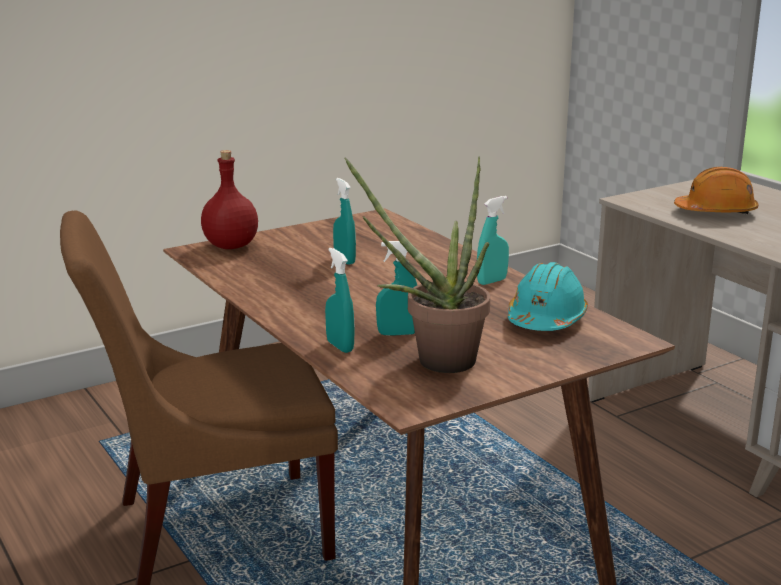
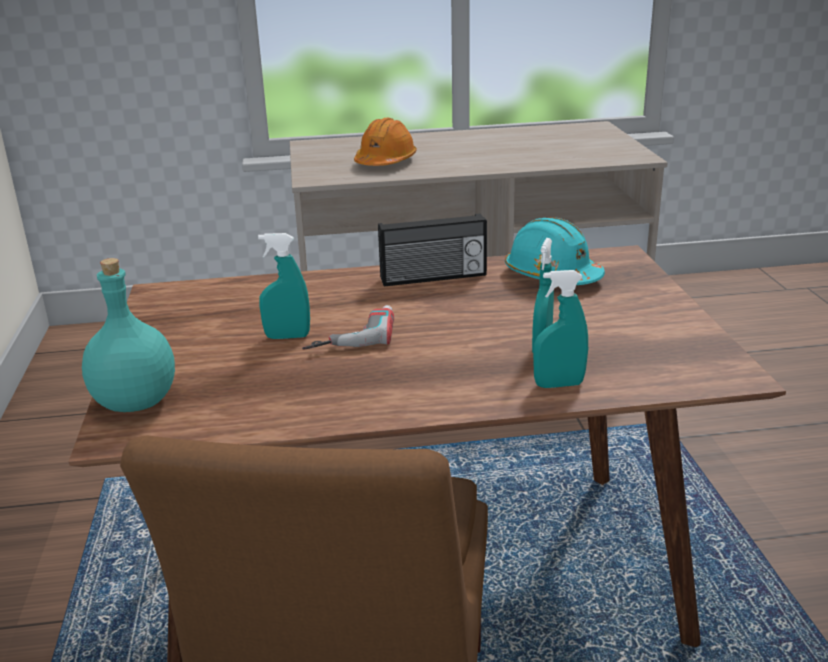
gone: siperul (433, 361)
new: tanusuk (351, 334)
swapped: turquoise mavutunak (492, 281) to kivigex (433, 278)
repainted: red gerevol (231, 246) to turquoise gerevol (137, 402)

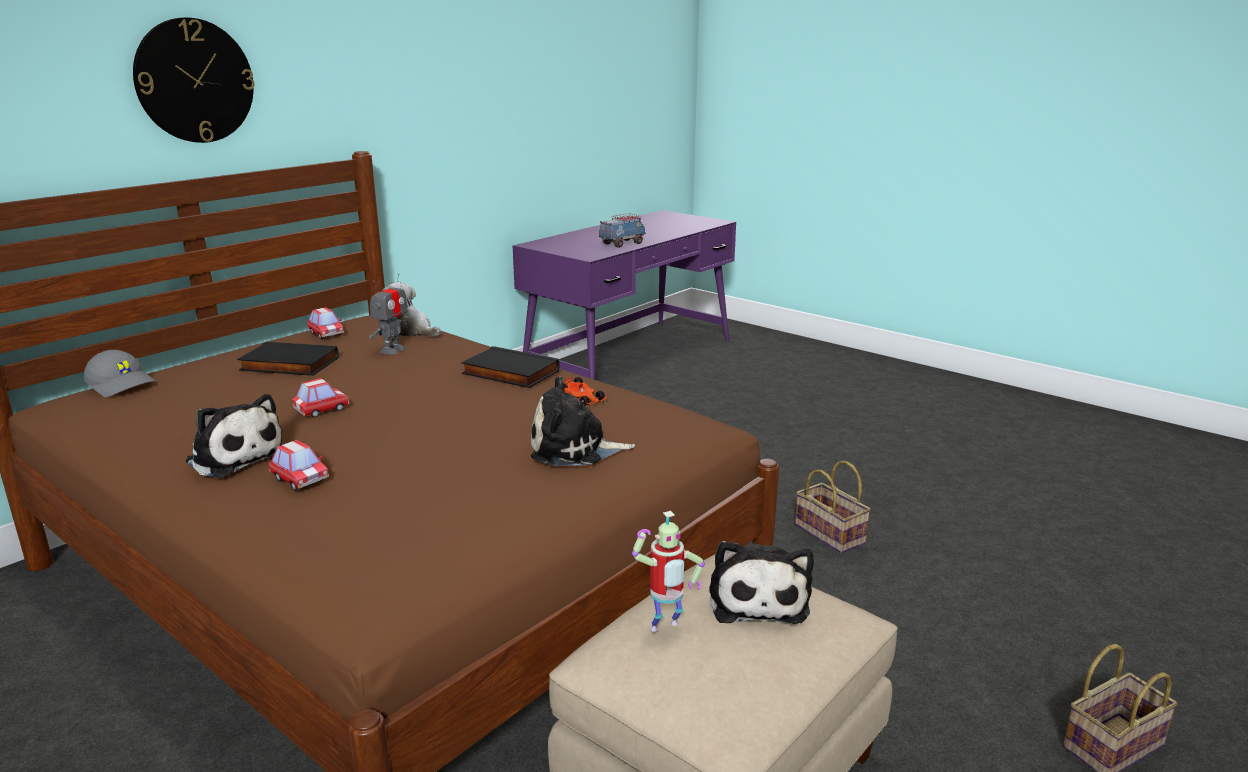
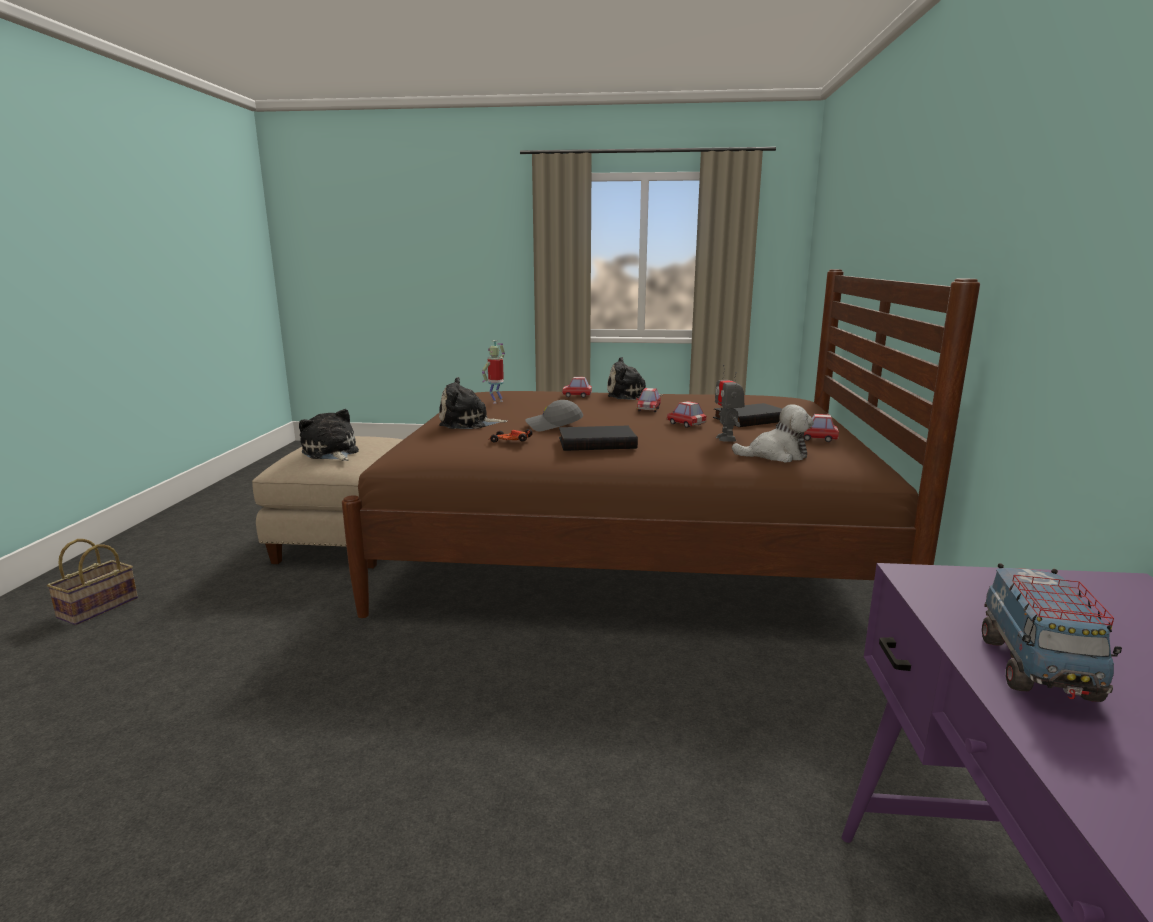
gone: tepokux (194, 81); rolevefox (831, 534)
new: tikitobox (686, 424)
shifted: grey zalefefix (122, 384) to (554, 426); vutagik (665, 629) to (496, 402)
rotated: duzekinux (574, 449) = (468, 423) 150 degrees counterclockwise

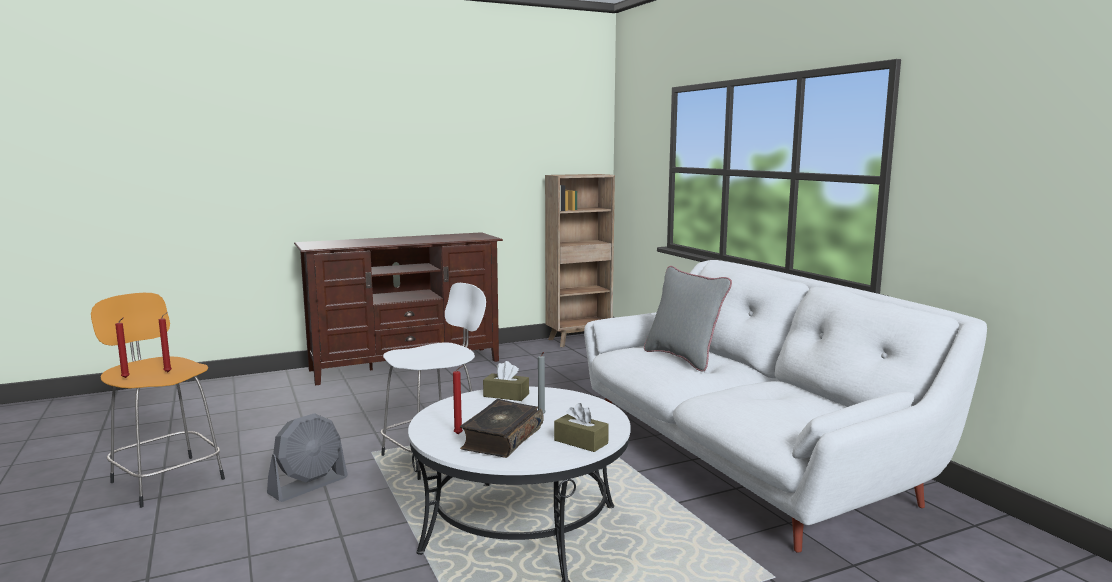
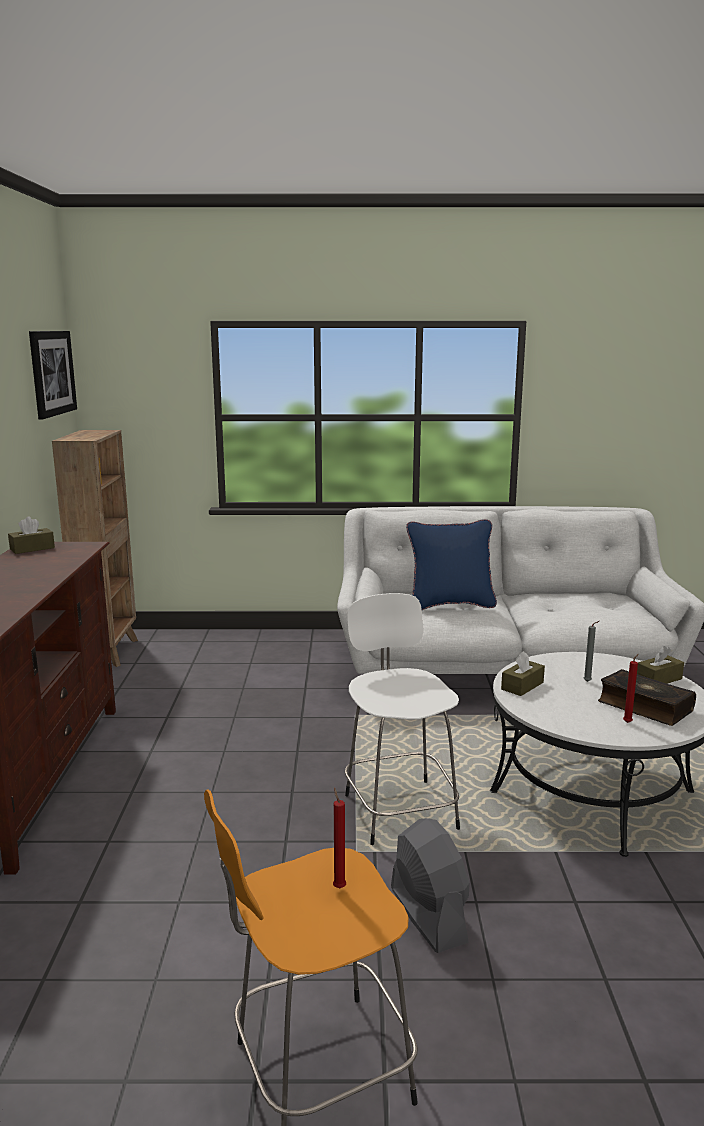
gone: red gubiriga (126, 378)
new: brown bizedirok (32, 548); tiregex (51, 373)
repainted: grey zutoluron (683, 358) to blue zutoluron (450, 605)

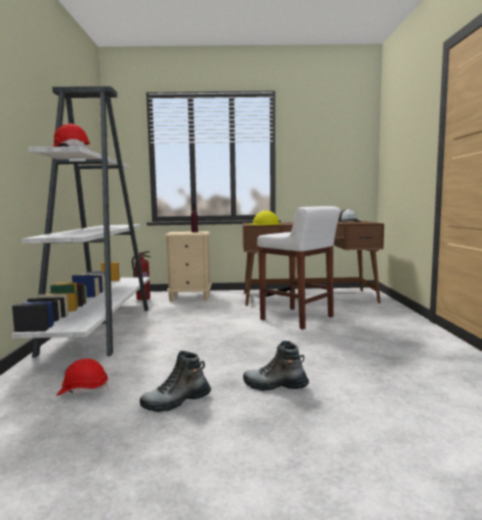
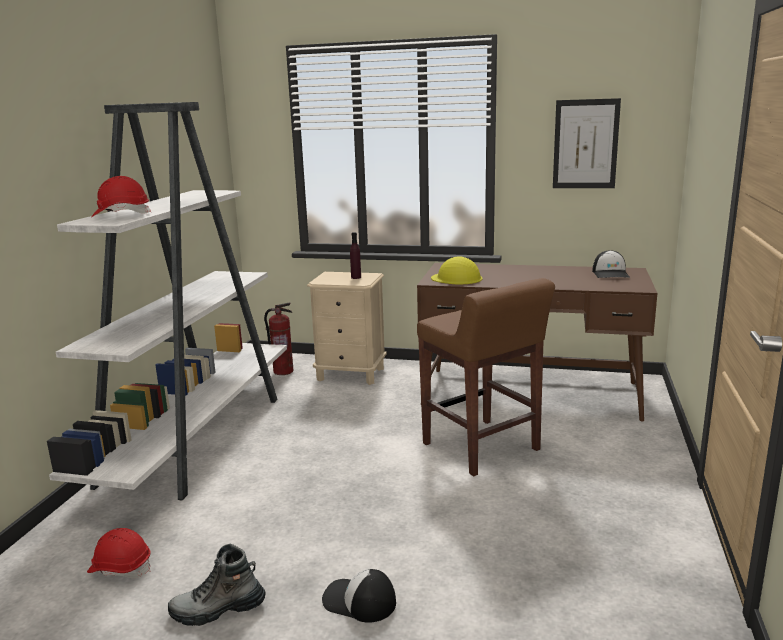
new: tiregex (585, 144)
swapped: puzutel (275, 386) to zalefefix (359, 601)
repainted: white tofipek (298, 318) to brown tofipek (481, 448)

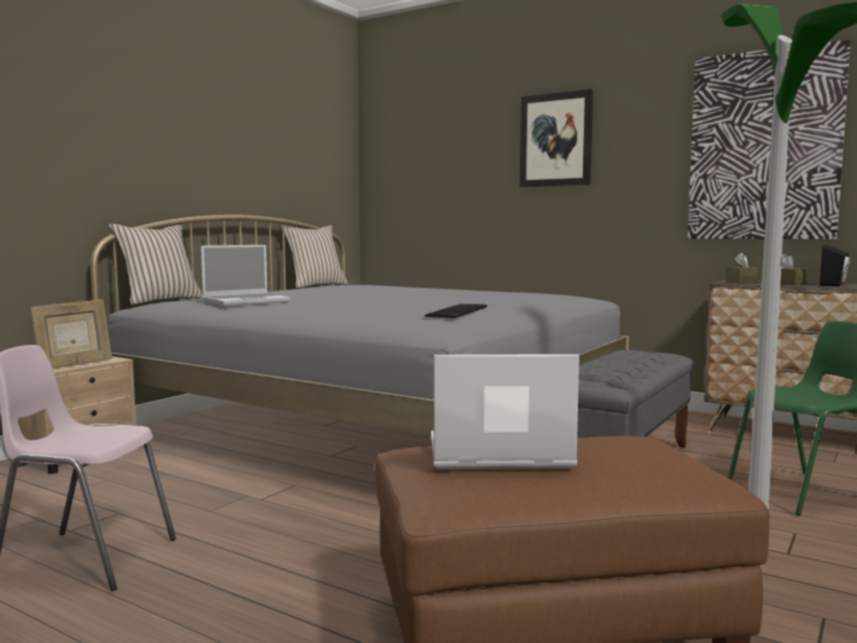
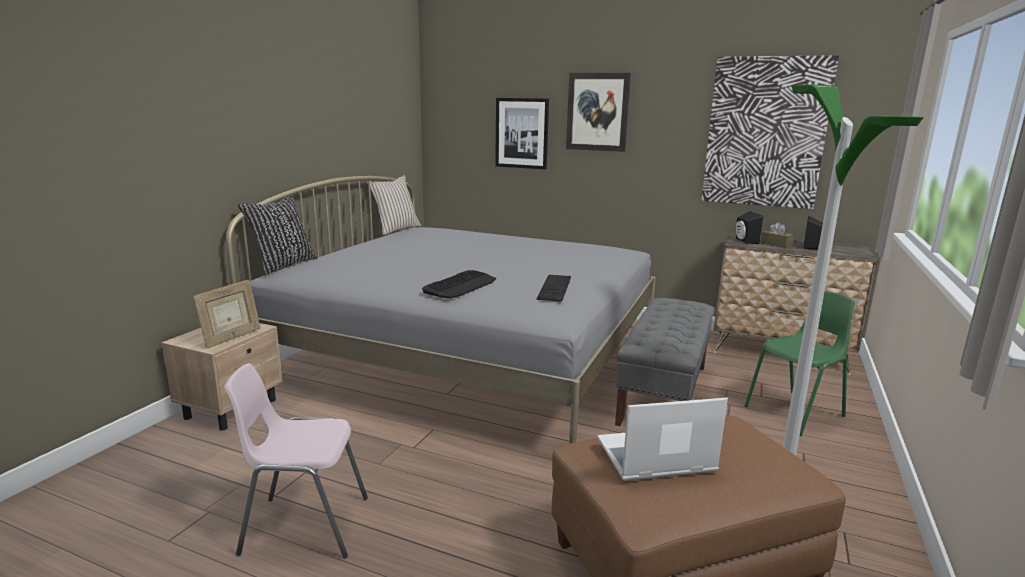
gone: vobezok (246, 302)
new: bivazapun (461, 285); tiregex (522, 133)
swapped: brown bizedirok (741, 282) to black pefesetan (744, 241)
repainted: beige zutoluron (159, 301) to black zutoluron (283, 265)

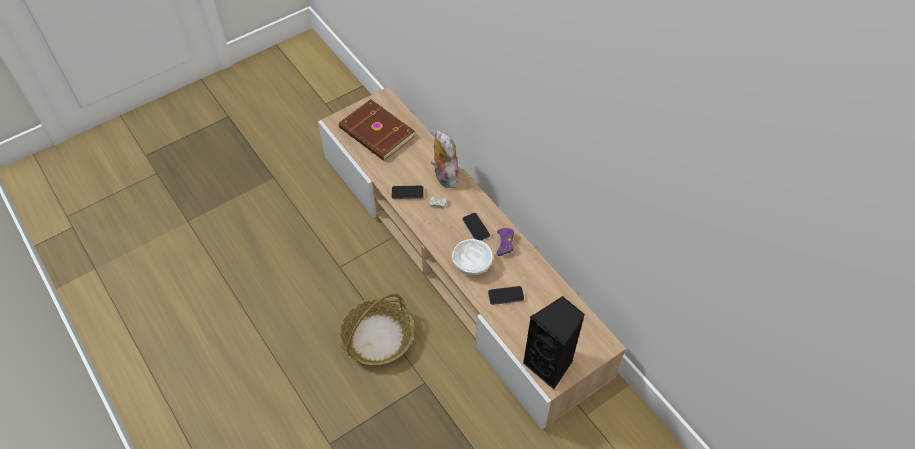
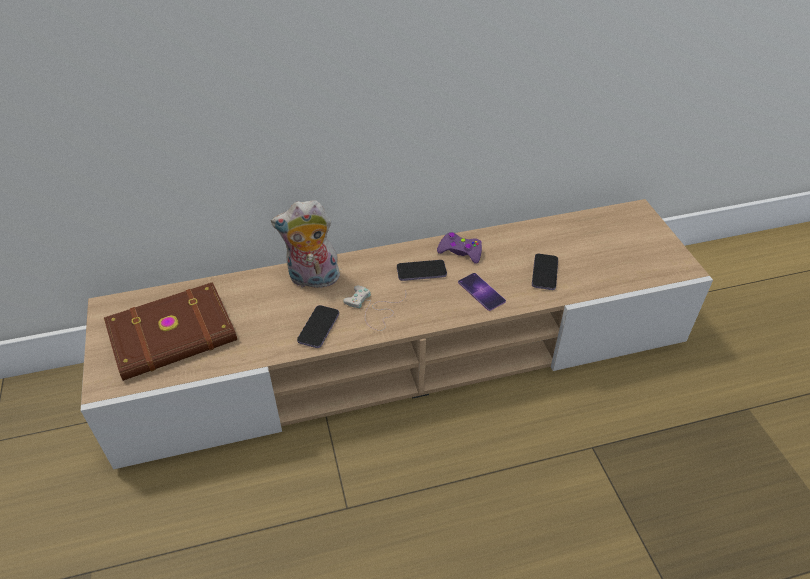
gone: rolevefox (377, 337); black pefesetan (550, 365)
swapped: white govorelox (472, 264) to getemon (481, 292)

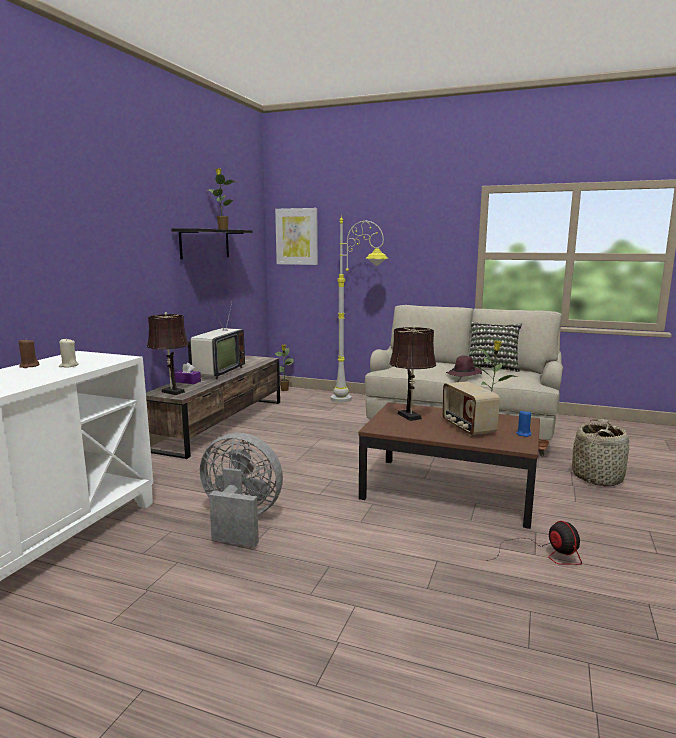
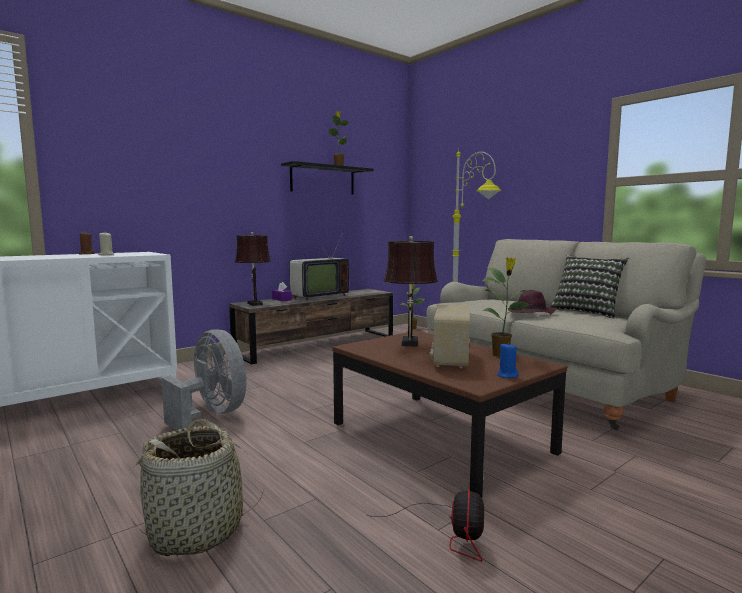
gone: tiregex (297, 236)
shifted: rolevefox (597, 477) to (197, 531)

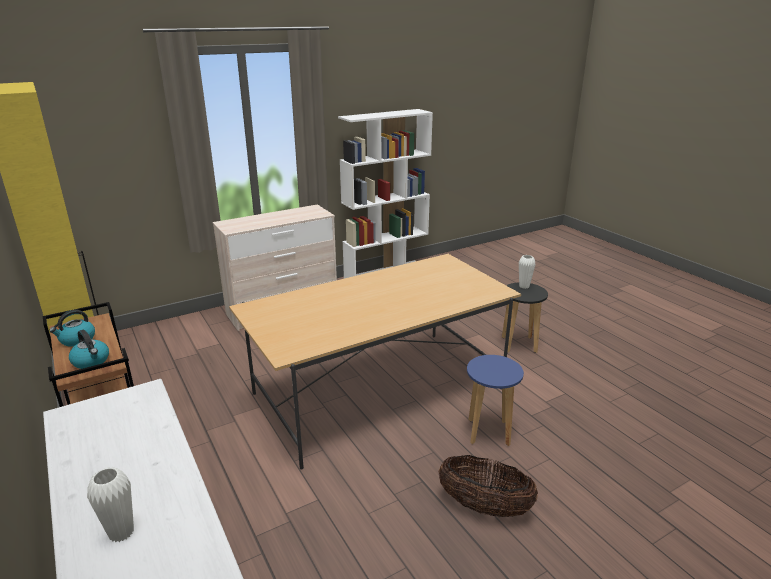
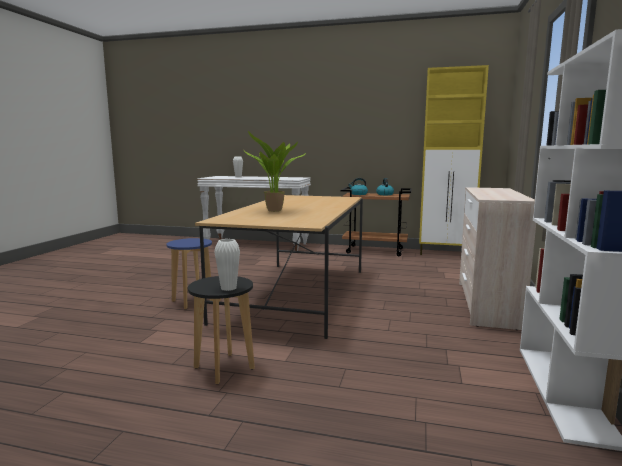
gone: rolevefox (484, 507)
new: siperul (275, 211)

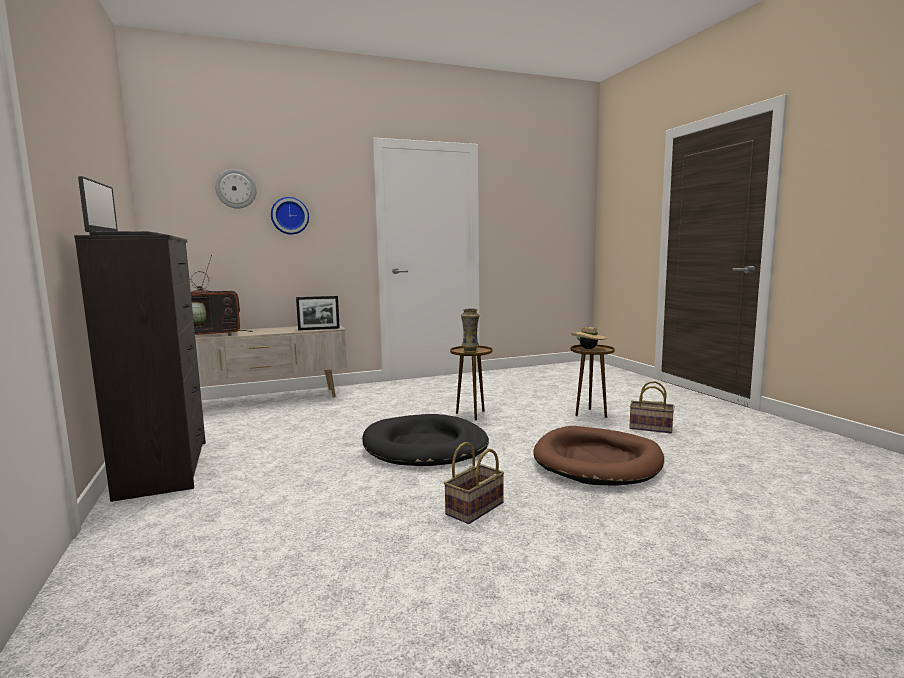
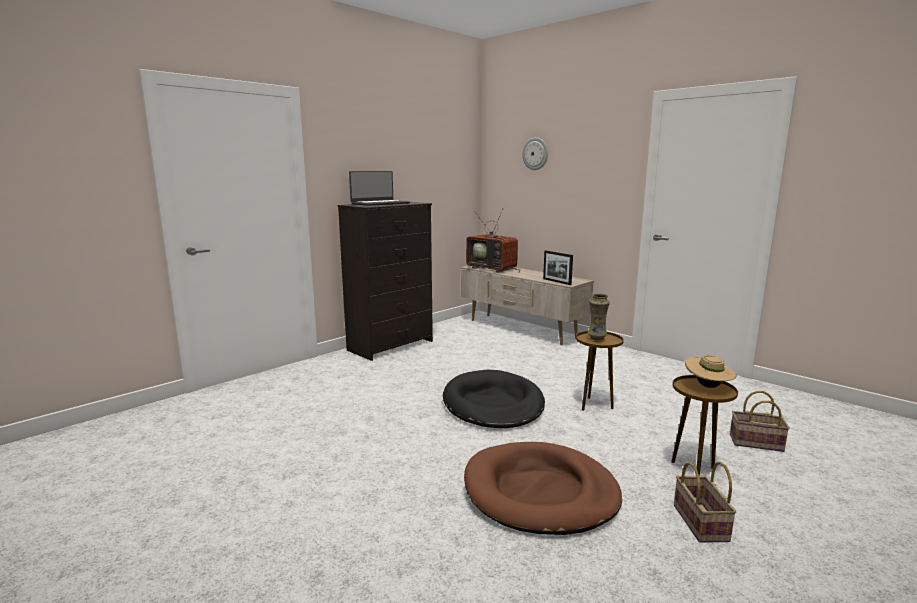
gone: tepokux (289, 216)
shifted: rolevefox (475, 509) to (755, 443)

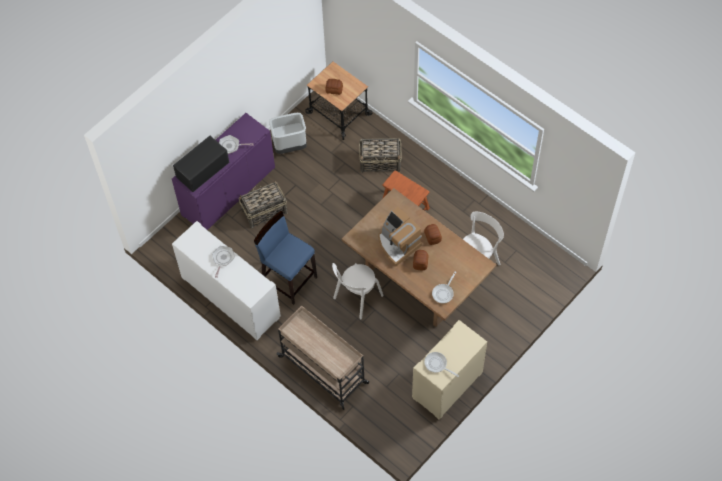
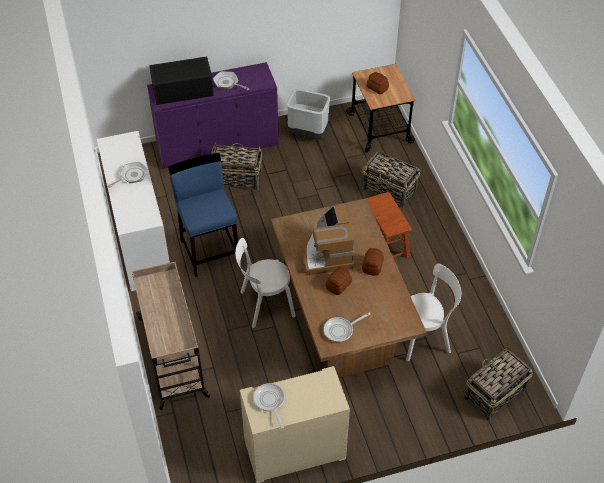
new: rolevefox (494, 394)

